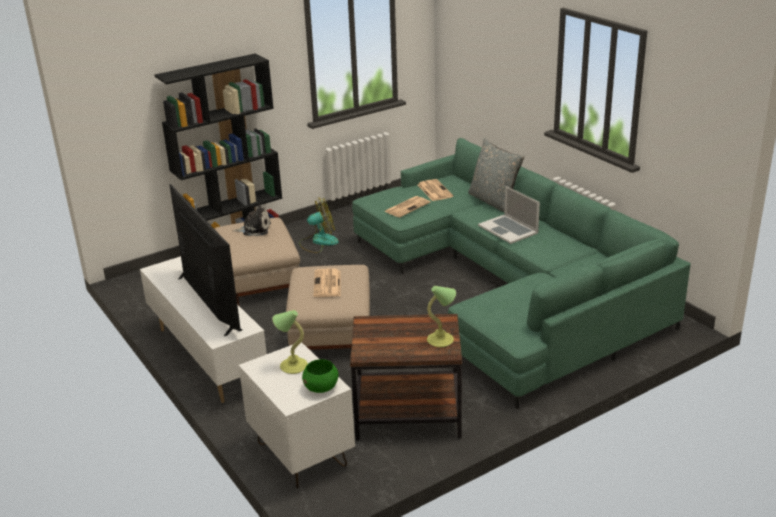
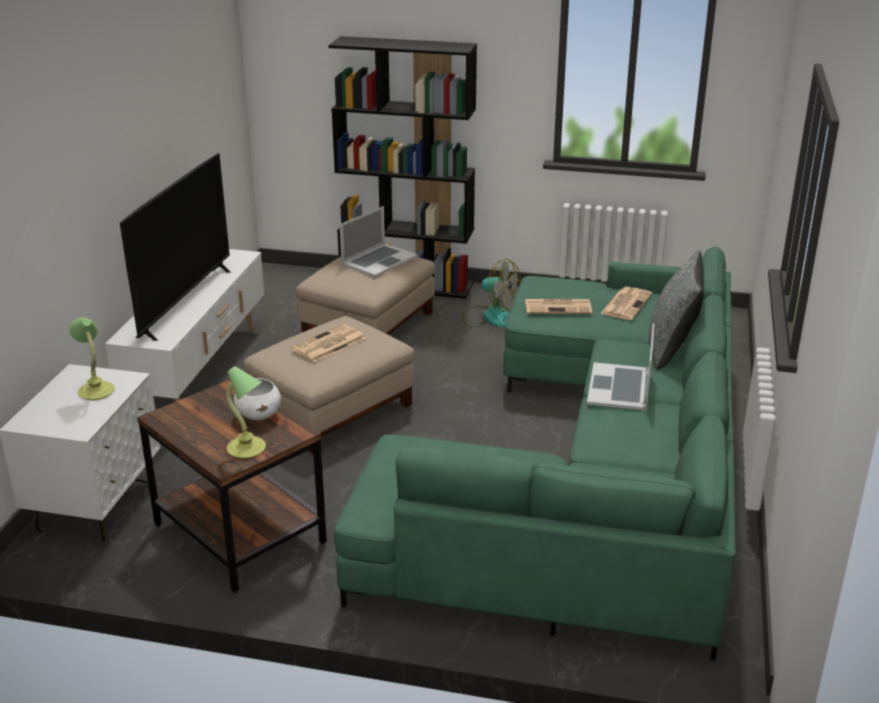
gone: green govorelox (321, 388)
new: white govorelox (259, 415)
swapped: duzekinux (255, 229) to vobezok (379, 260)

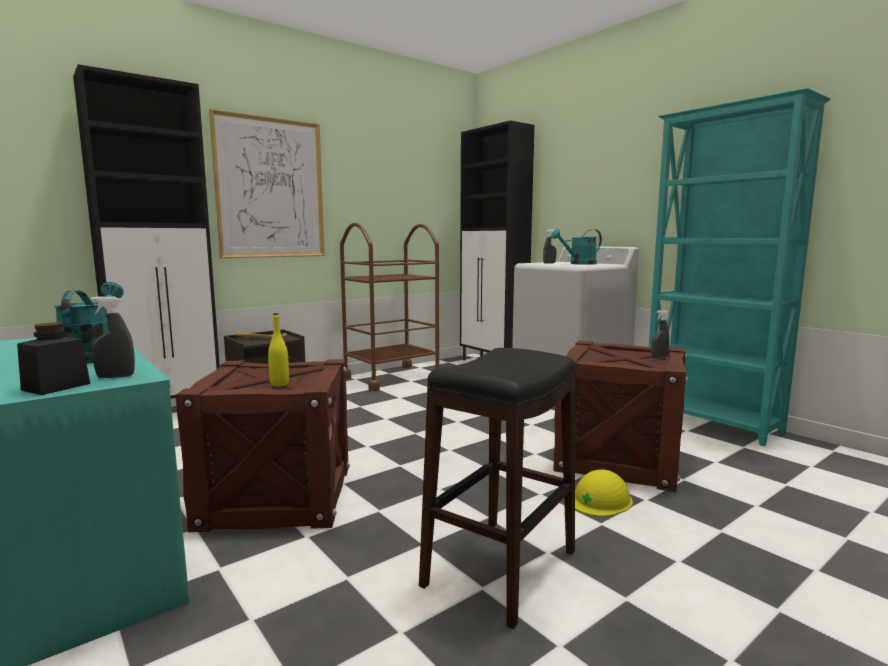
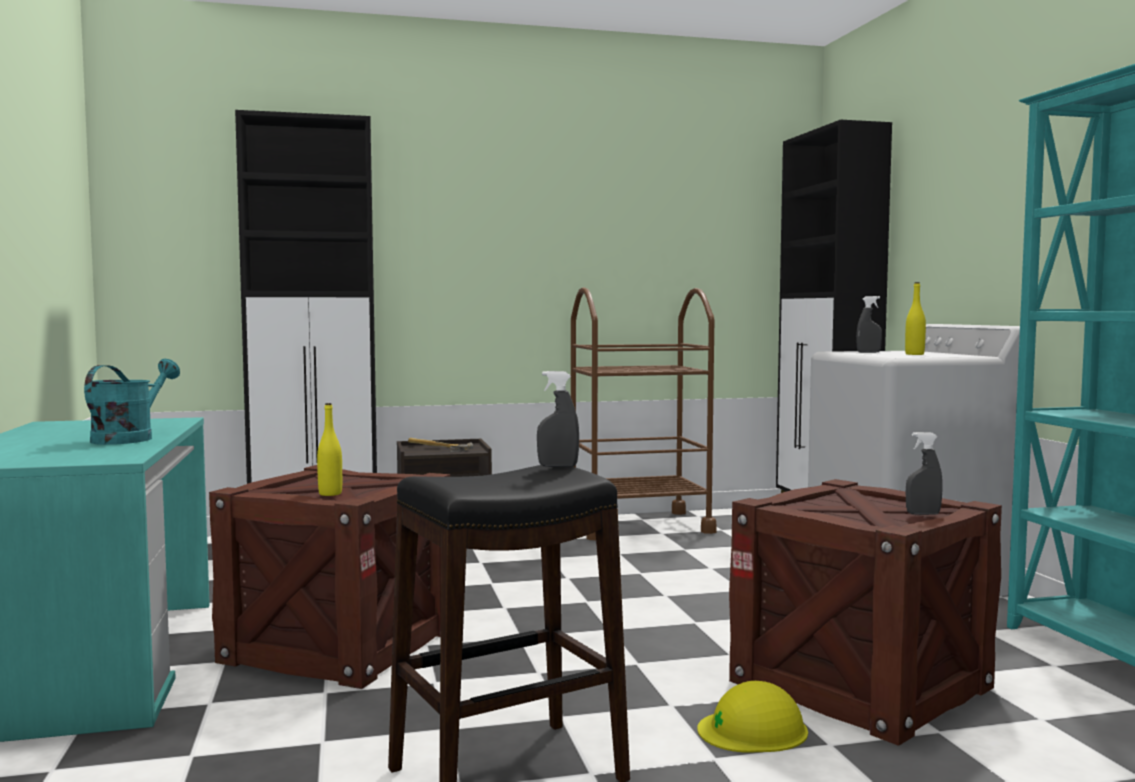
gone: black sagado (56, 387); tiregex (270, 188)
shifted: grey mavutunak (115, 376) to (558, 466)
swapped: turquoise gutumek (578, 264) to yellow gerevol (914, 354)

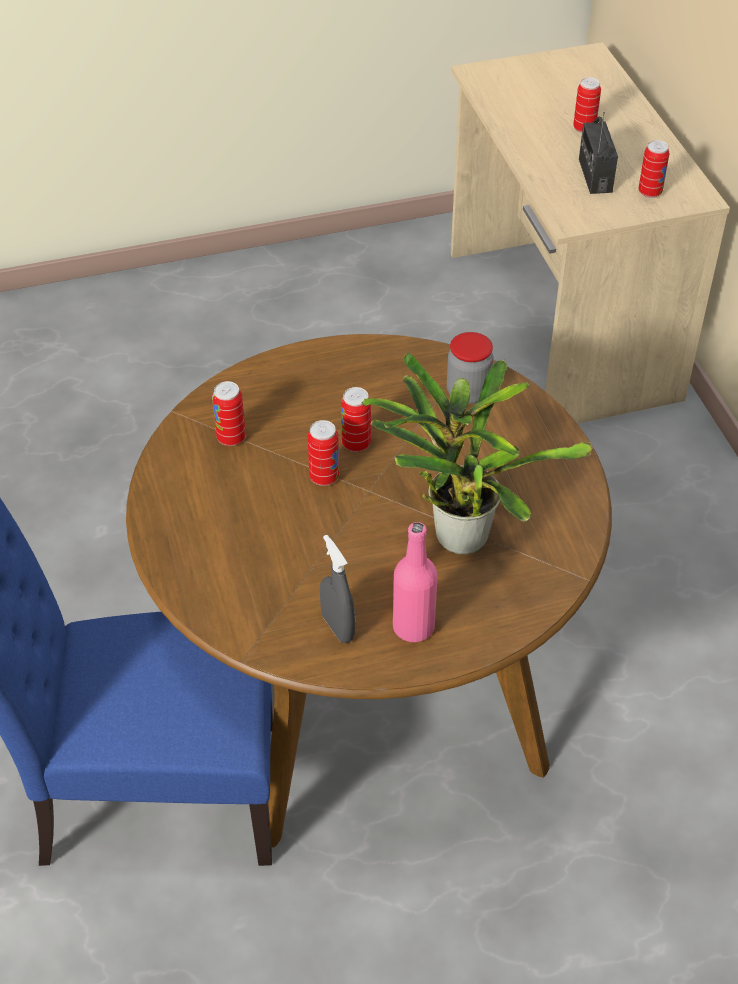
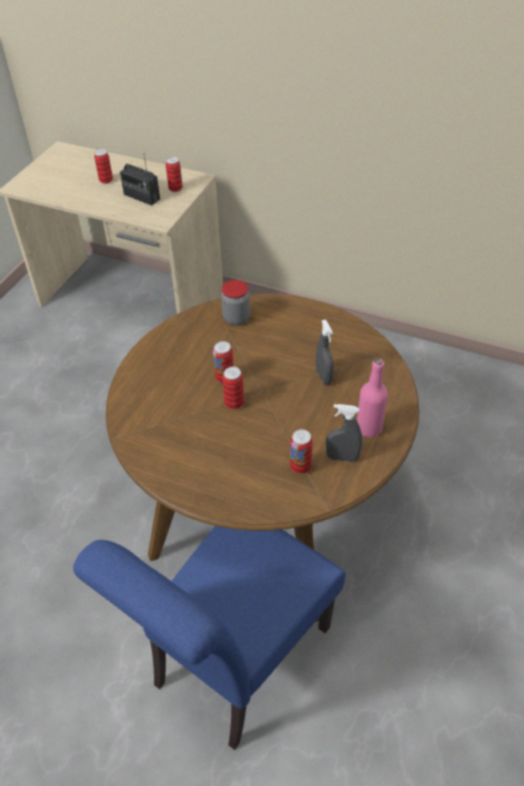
shifted: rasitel (231, 438) to (300, 467)
swapped: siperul (457, 533) to grey mavutunak (323, 376)

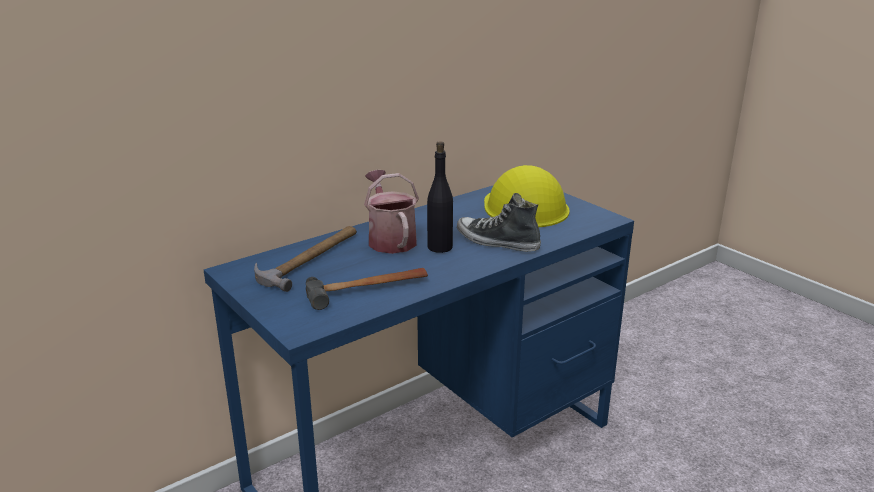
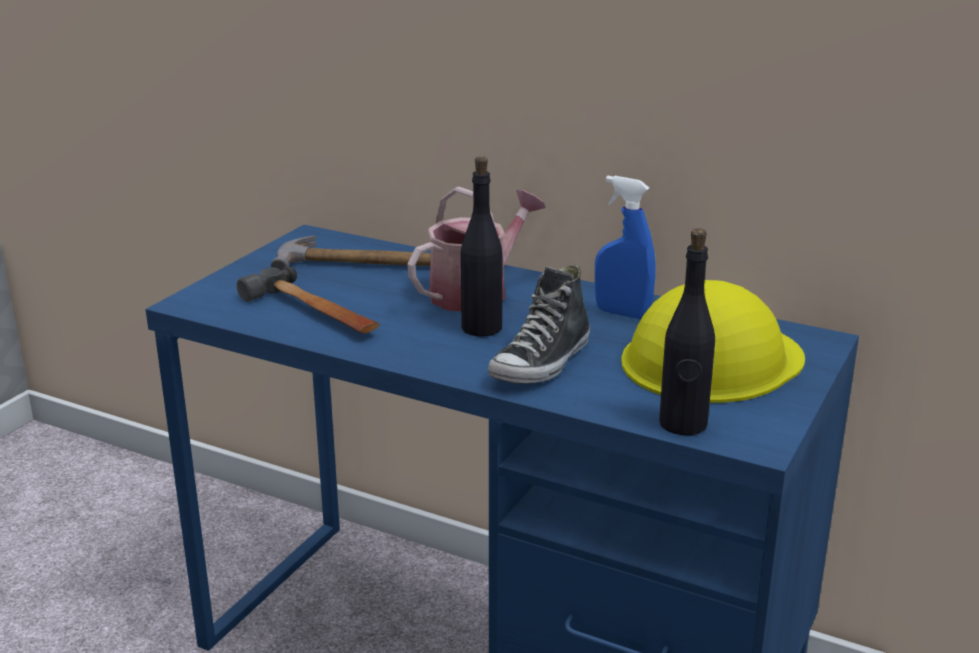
new: blue mavutunak (622, 313); black gerevol (683, 424)
rotated: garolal (497, 242) = (542, 363) 150 degrees counterclockwise

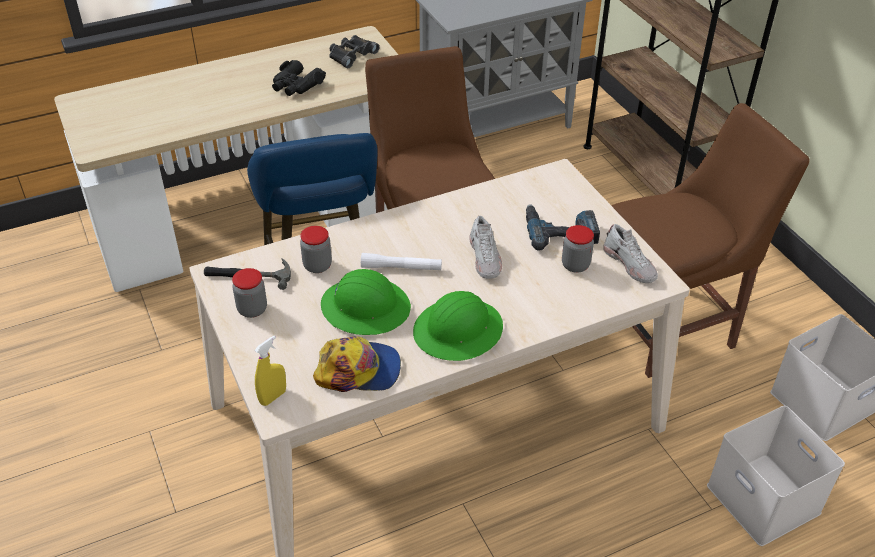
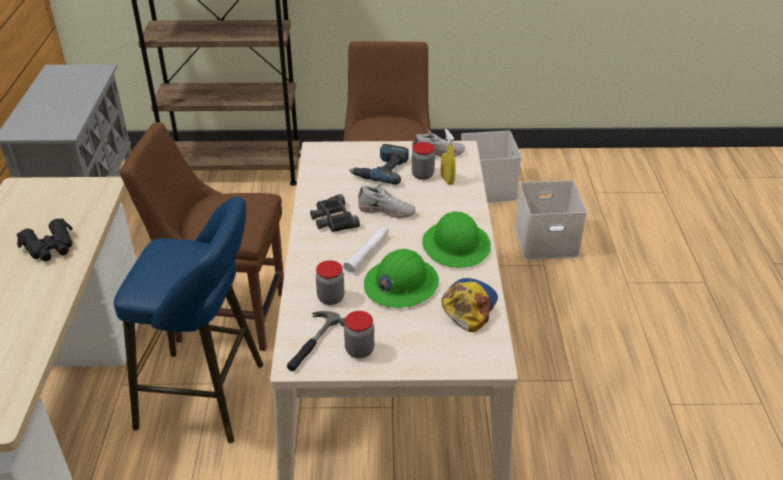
shifted: yellow mavutunak (273, 397) to (447, 180); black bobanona (351, 55) to (333, 219)

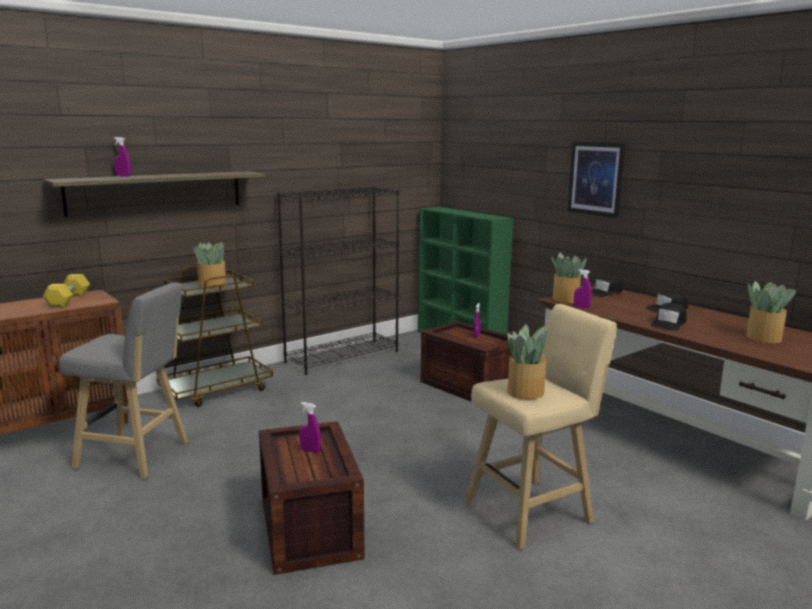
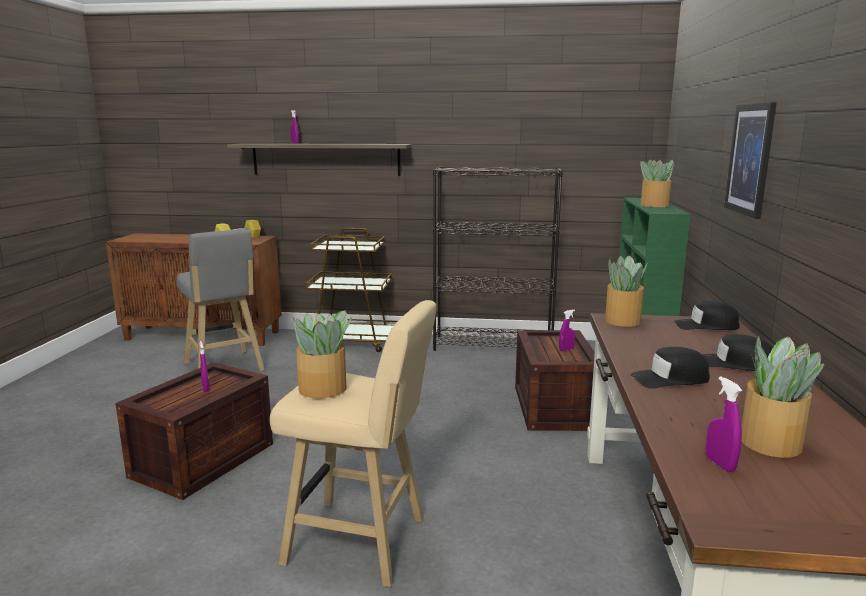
shifted: siperul (212, 286) to (654, 205); purple mavutunak (581, 307) to (720, 464)

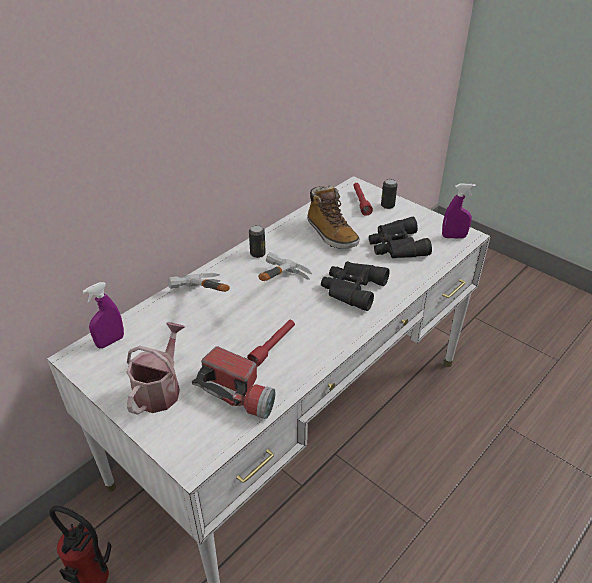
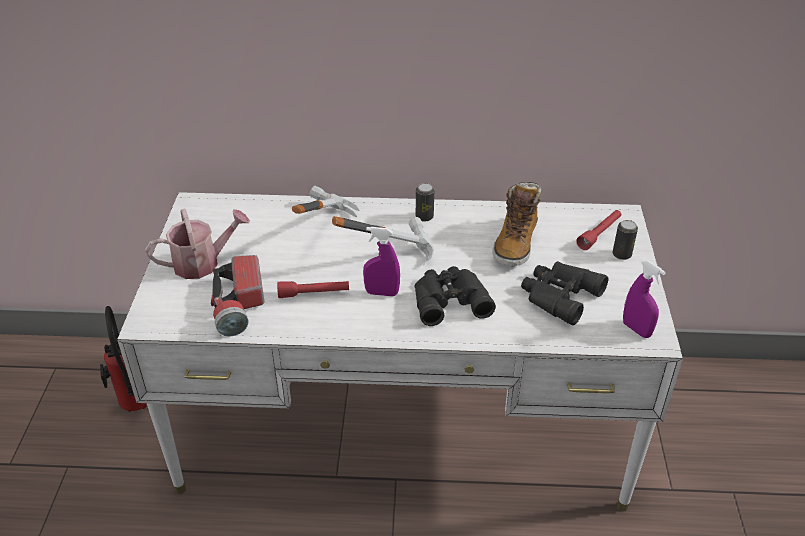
shifted: purple mavutunak (110, 341) to (382, 293)

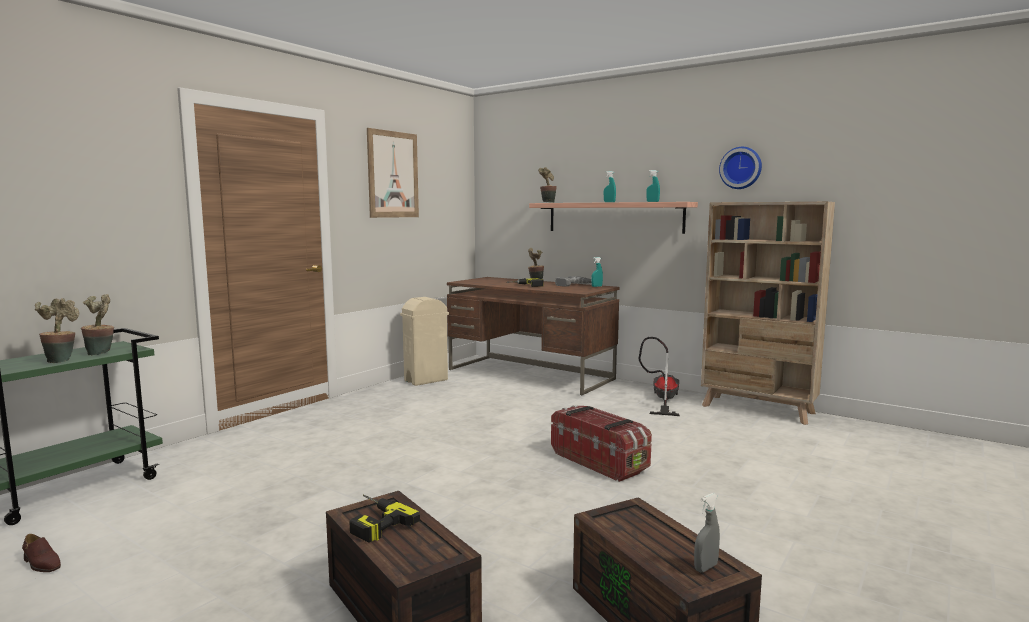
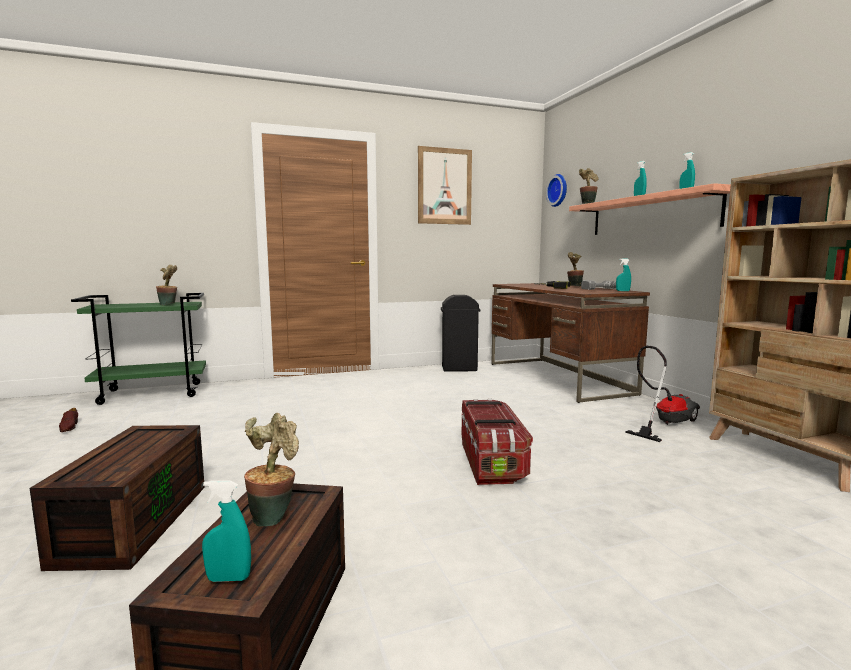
gone: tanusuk (372, 521)
shifted: siperul (61, 360) to (274, 516); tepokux (741, 168) to (558, 190)
repainted: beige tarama (426, 380) to black tarama (460, 369); grey mavutunak (705, 567) to turquoise mavutunak (228, 578)

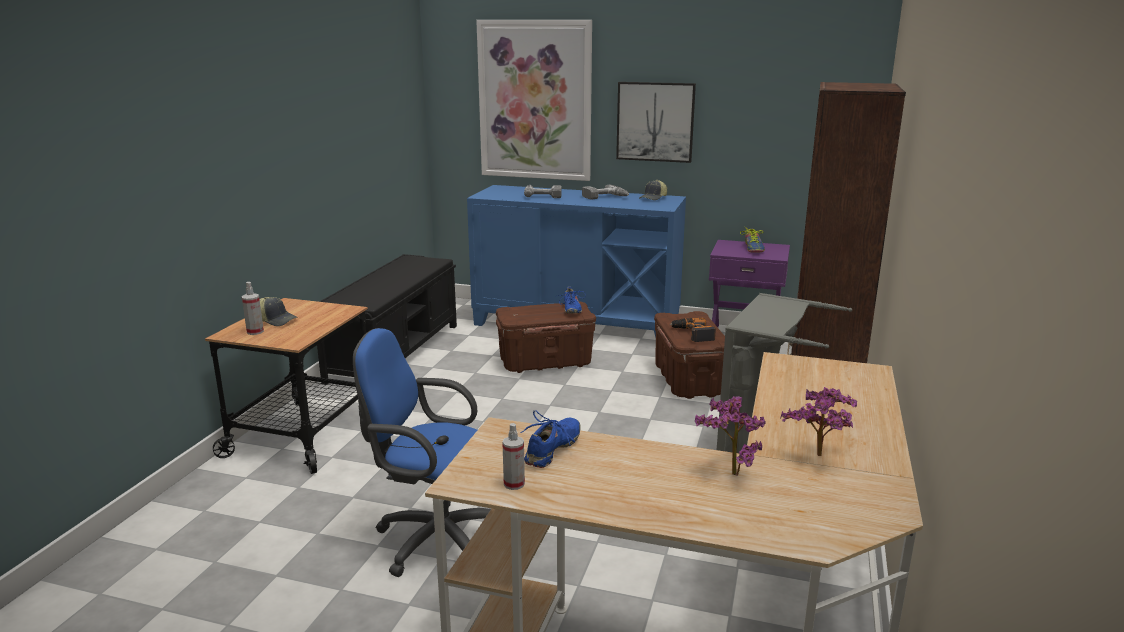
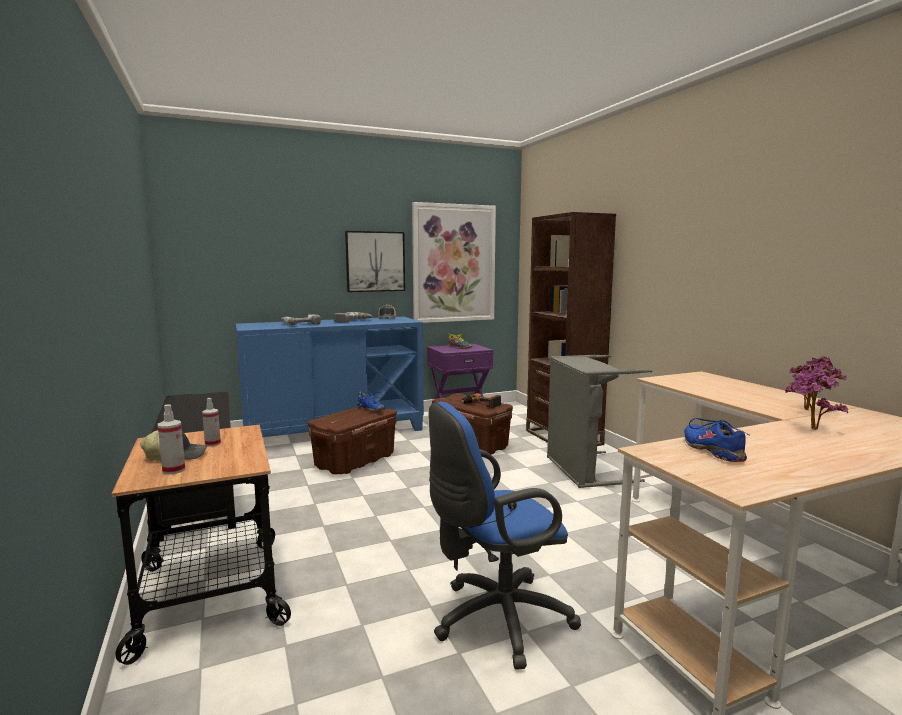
shifted: tiregex (535, 100) to (454, 263); mavutunak (514, 484) to (212, 444)

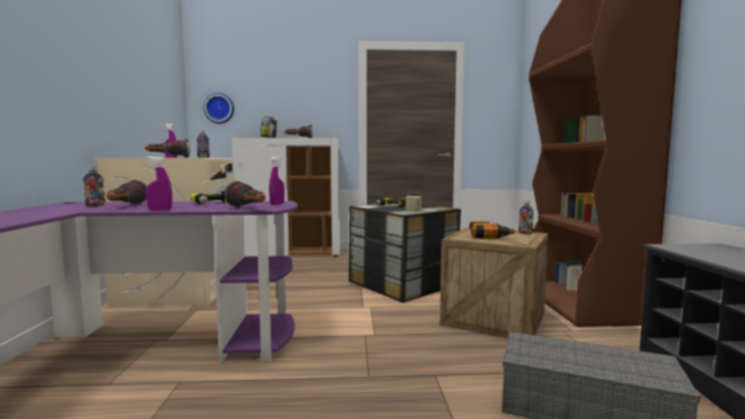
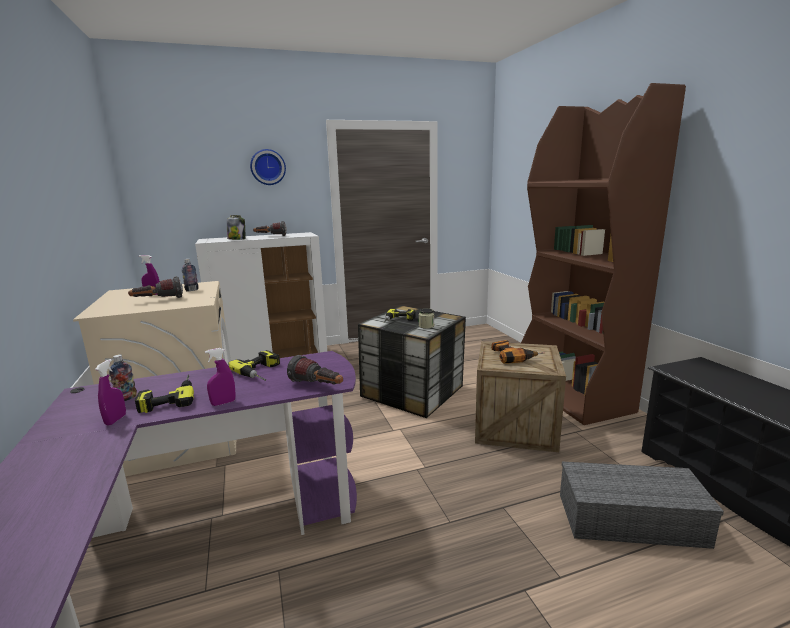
gone: gerevol (525, 233)
shifted: tepokux (219, 108) to (268, 167); purple mavutunak (277, 204) to (115, 420)
swapped: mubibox (125, 206) to tanusuk (168, 397)

